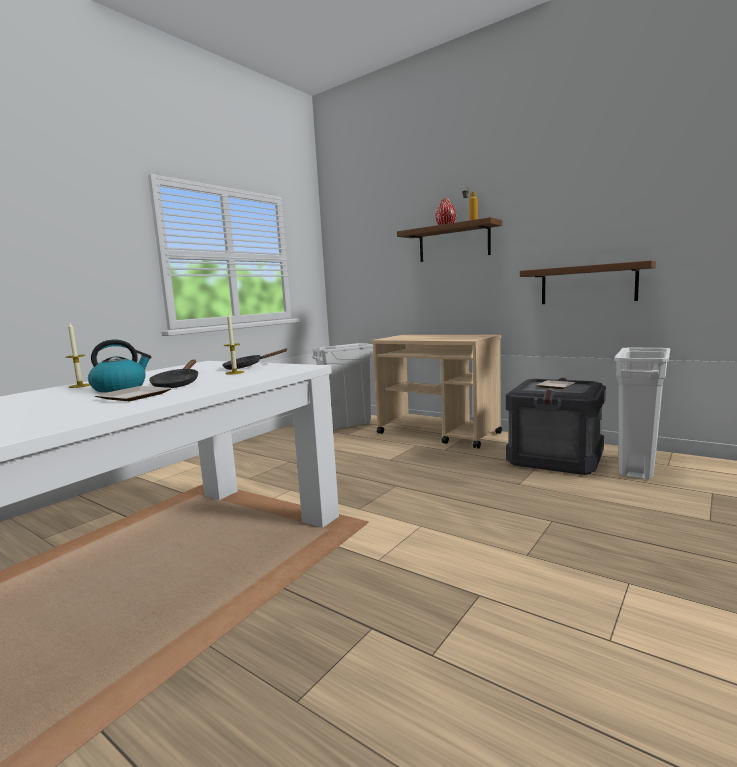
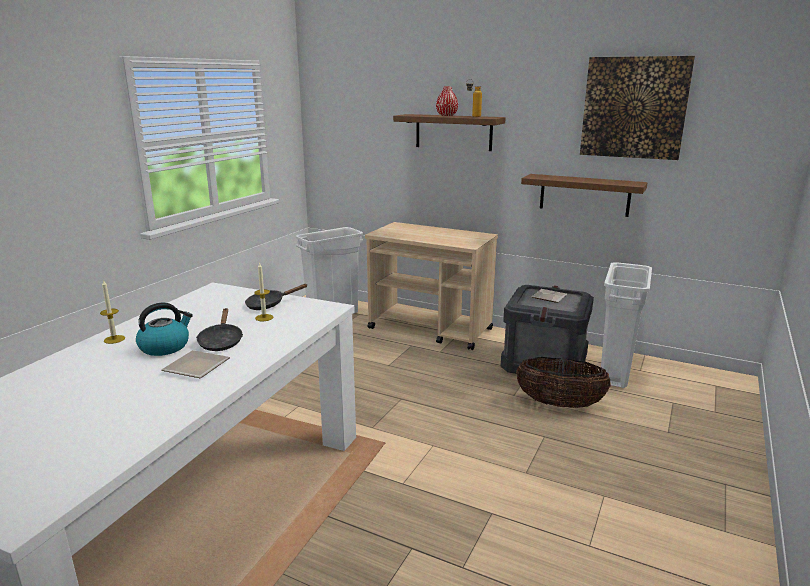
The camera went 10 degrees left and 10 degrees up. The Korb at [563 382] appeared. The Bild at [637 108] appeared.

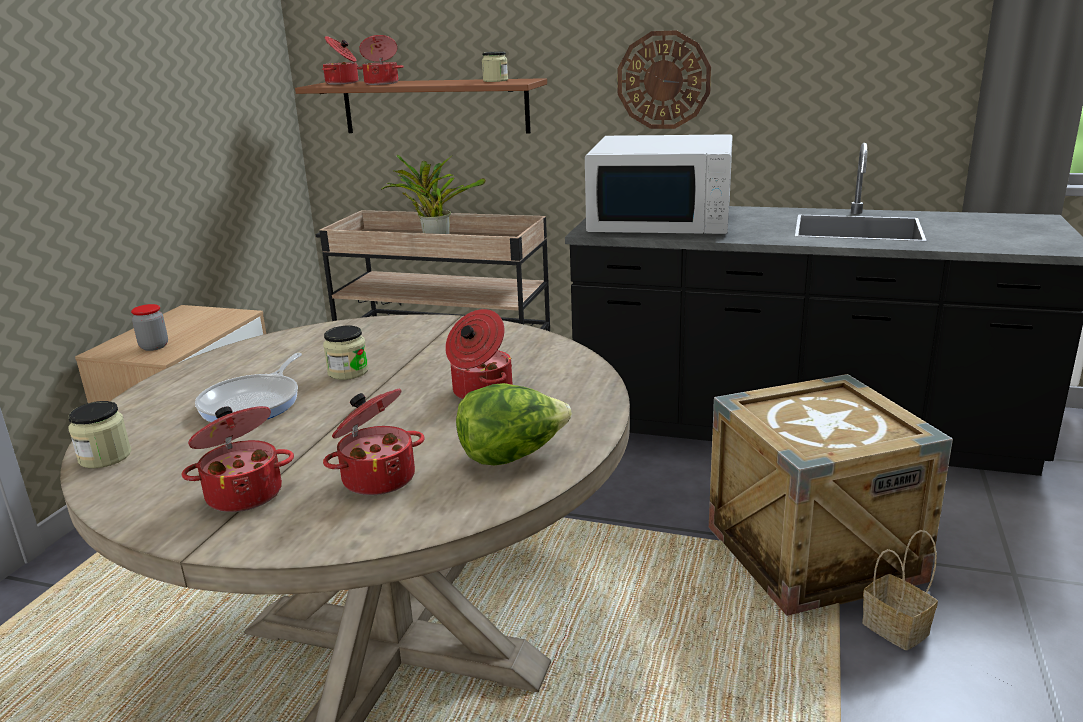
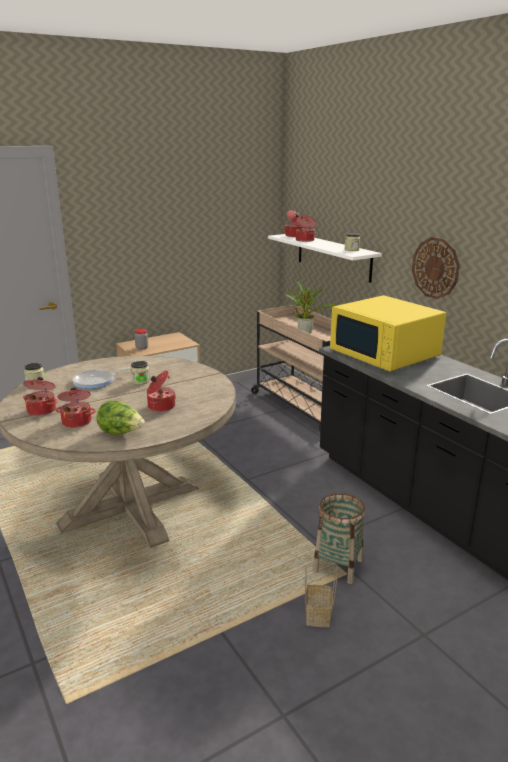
The camera went 40 degrees right and 0 degrees up. The Wandregal [braun] at [421 106] became the Wandregal [weiß] at [325 258]. The Mikrowelle [weiß] at [658 184] became the Mikrowelle [gelb] at [388 333]. The Kiste at [831 495] was replaced by the Korb at [339 538].

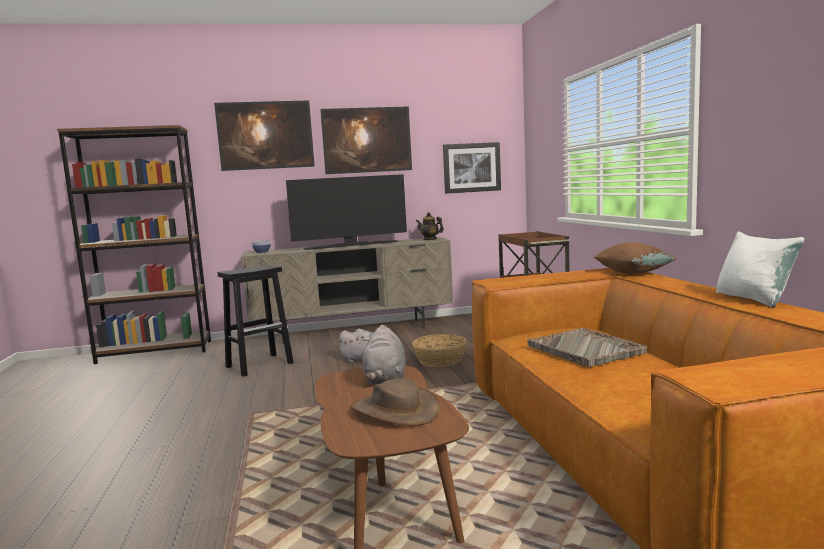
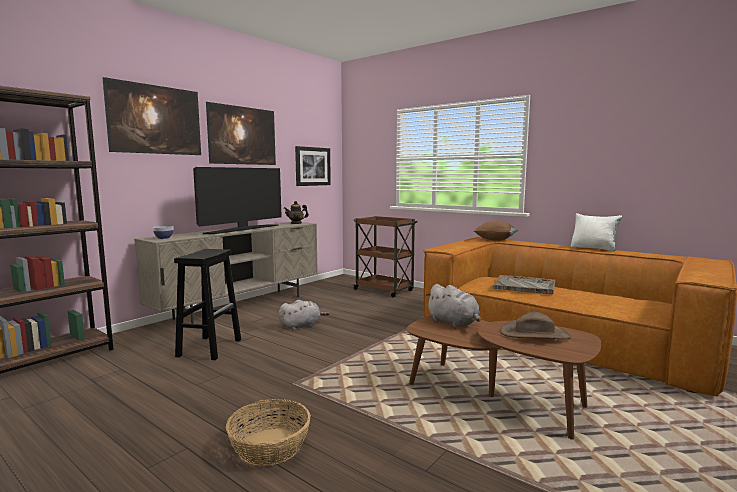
The camera went 40 degrees left and 0 degrees up. The Korb moved from [439 350] to [268 432].

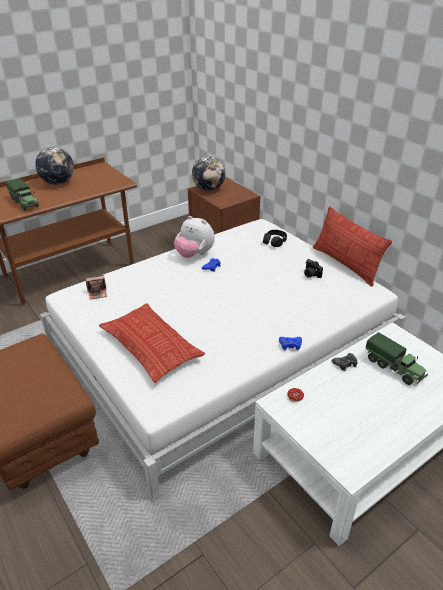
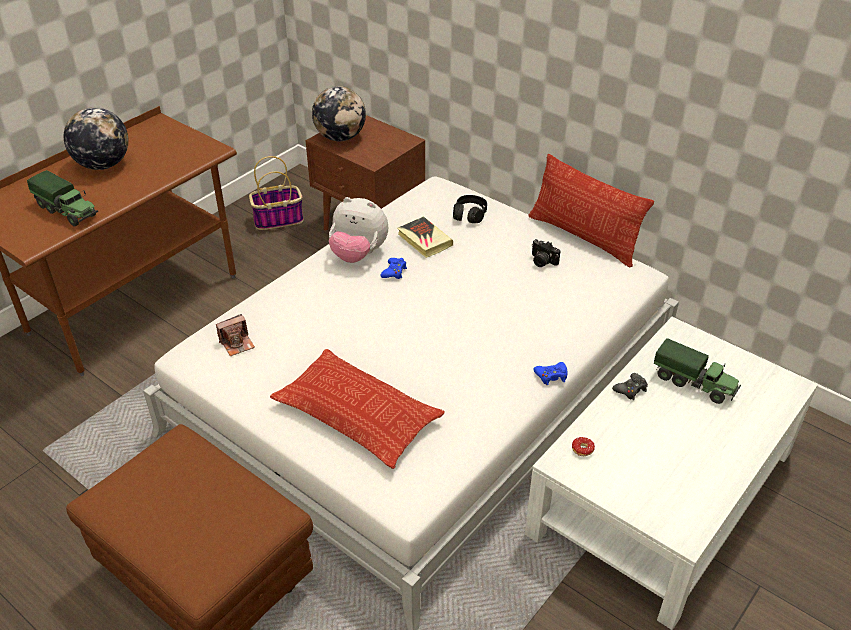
The camera went 15 degrees left and 5 degrees up. The Korb at [276 193] appeared. The Buch at [425 237] appeared.

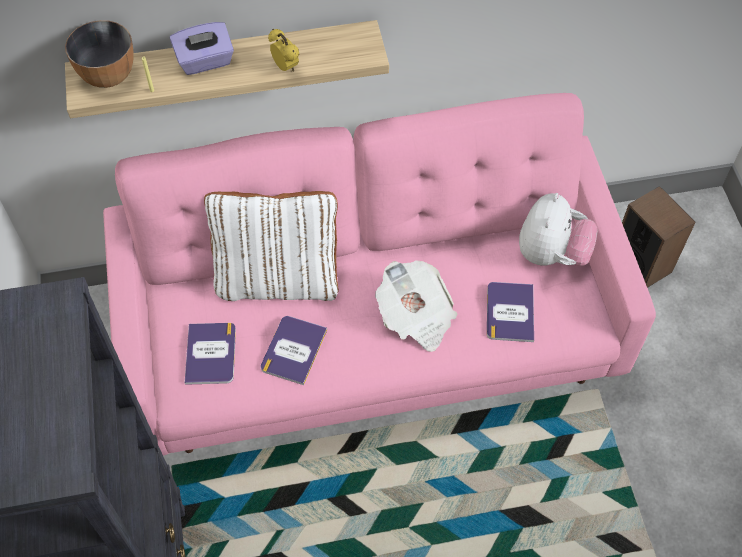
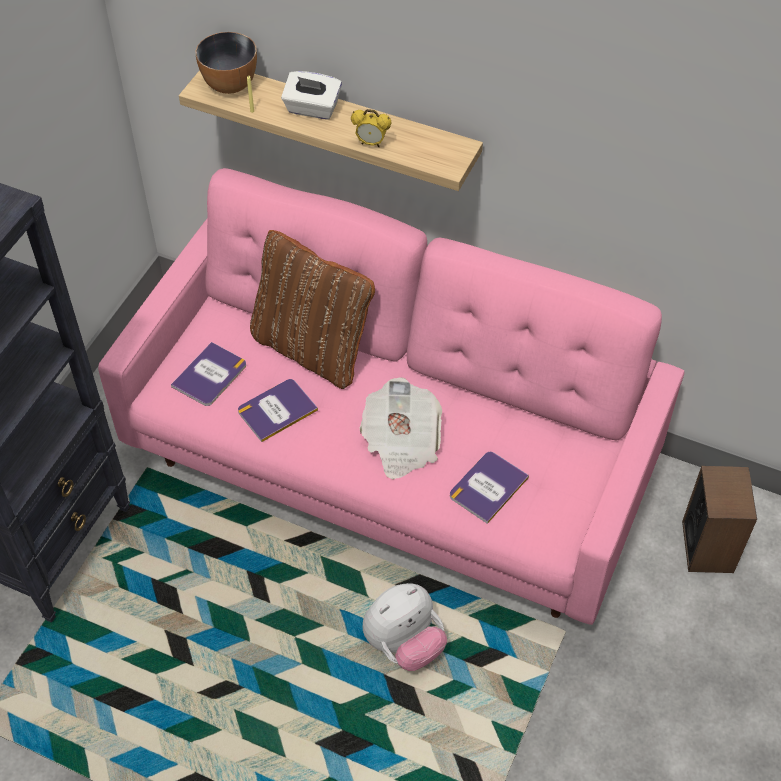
The camera went 35 degrees right and 5 degrees down. The Taschentuchbox [lila] at [202 48] became the Taschentuchbox [weiß] at [311 95]. The Kissen [weiß] at [271 246] became the Kissen [braun] at [312 309]. The Wecker at [283 50] turned 105 degrees clockwise. The Plüschtier moved from [558 229] to [405 627].

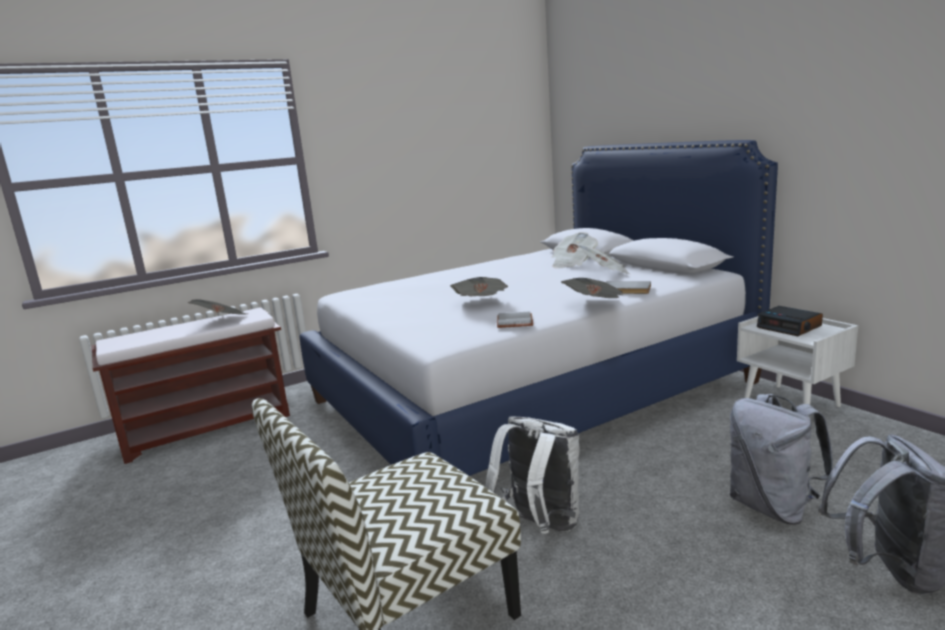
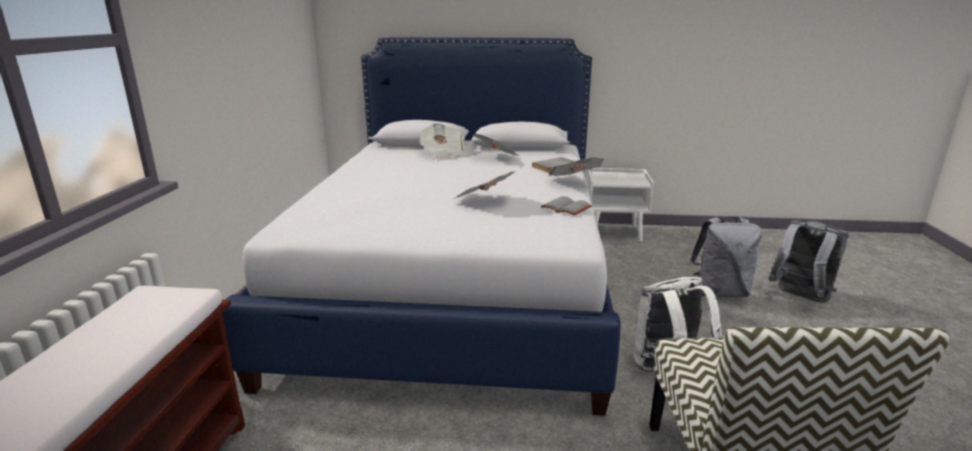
The camera went 55 degrees left and 5 degrees up. The Zeitung at [218 307] disappeared. The Wecker at [790 321] disappeared.

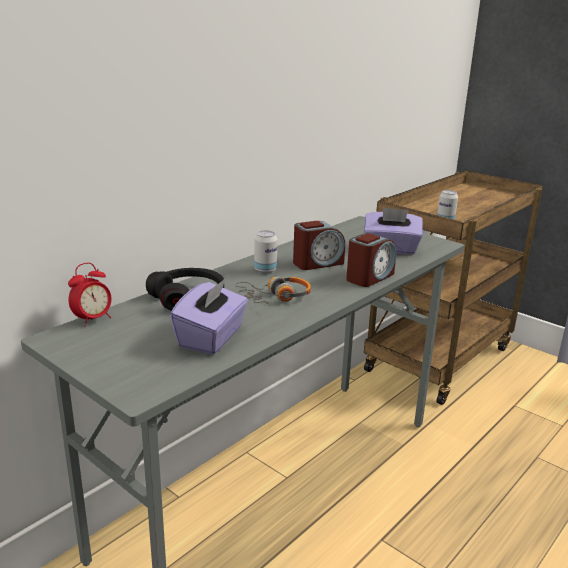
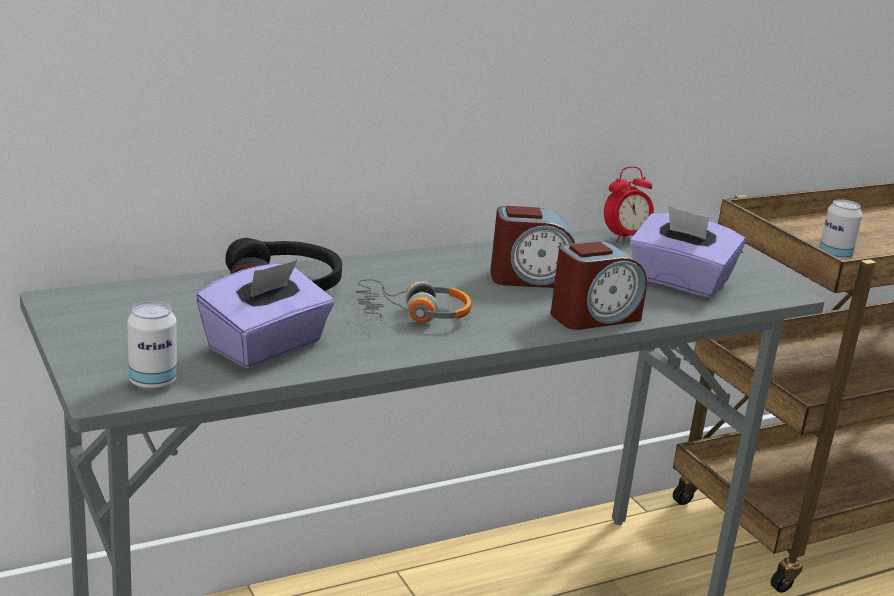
The camera went 20 degrees right and 0 degrees up. The Wecker moved from [90 294] to [629 204]. The Dose moved from [266 251] to [152 346].

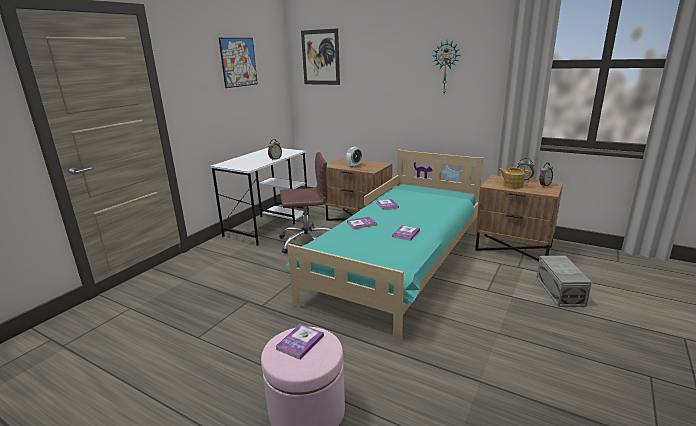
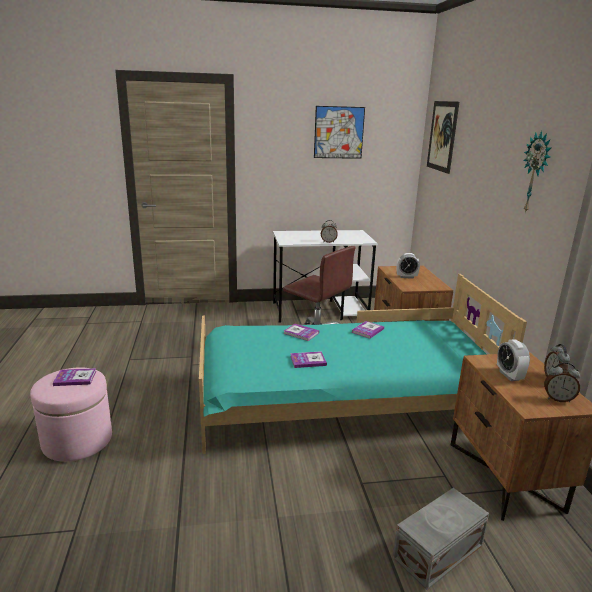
The camera went 50 degrees right and 0 degrees up. The Teekanne at [515 178] was replaced by the Wecker at [513 360].

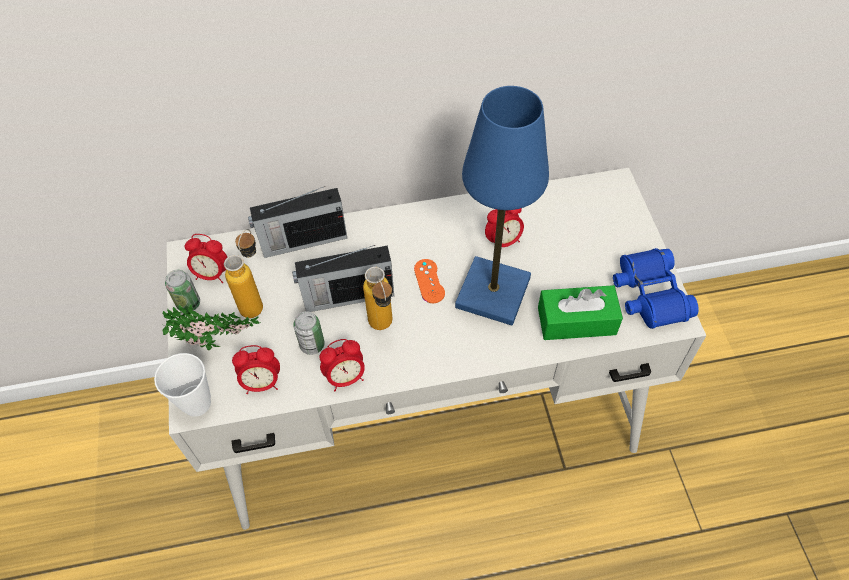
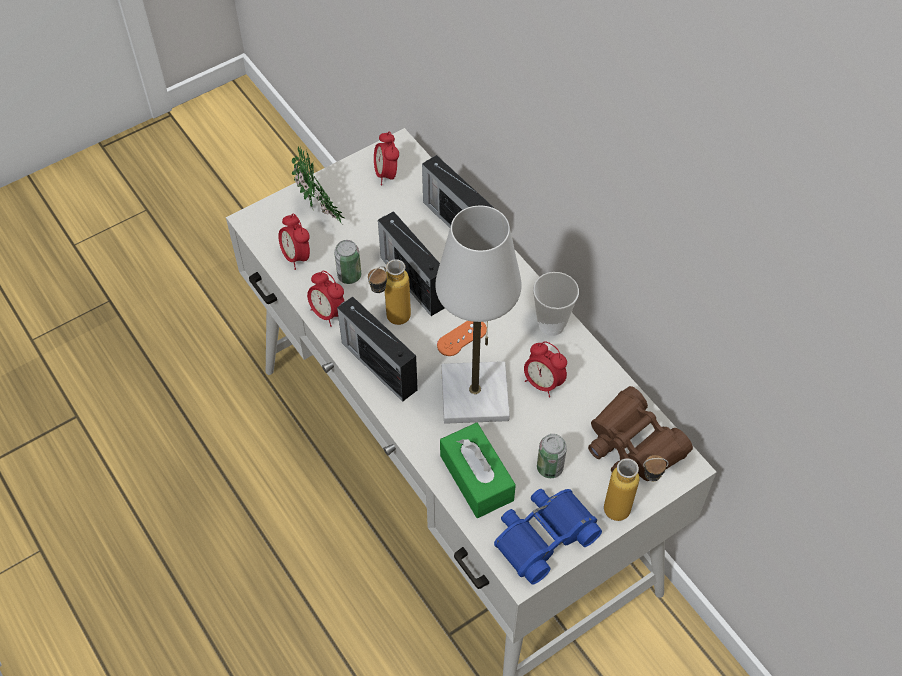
The camera went 65 degrees right and 0 degrees up. The Tasse moved from [182 385] to [556 304]. The Dose moved from [182 291] to [552 456]. The Flasche moved from [243 273] to [636 488]. The Tischlampe [blau] at [502 206] became the Tischlampe [weiß] at [478 315]. The Radio at [377 349] appeared. The Fernglas [braun] at [640 433] appeared.

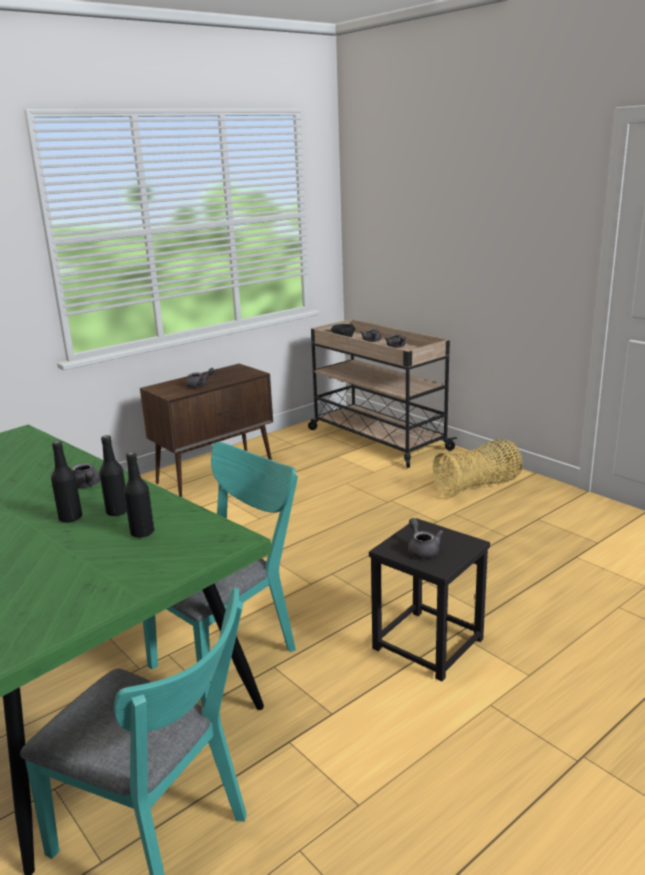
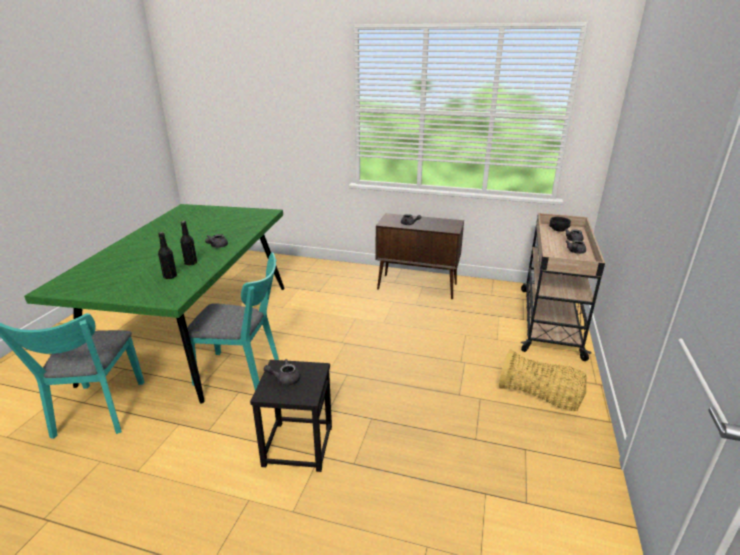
The camera went 55 degrees right and 5 degrees up. The Flasche [schwarz] at [66 482] disappeared. The Teekanne [grau] at [425 538] turned 135 degrees counterclockwise.

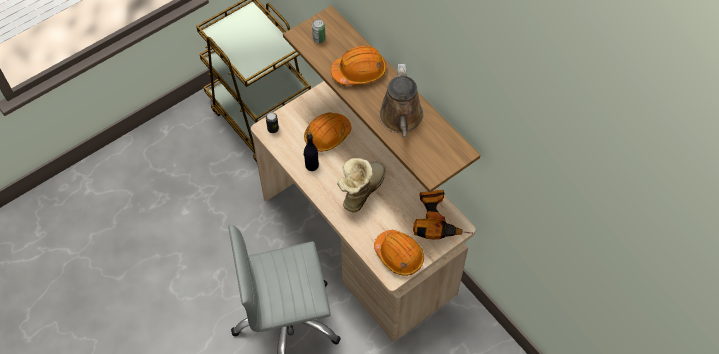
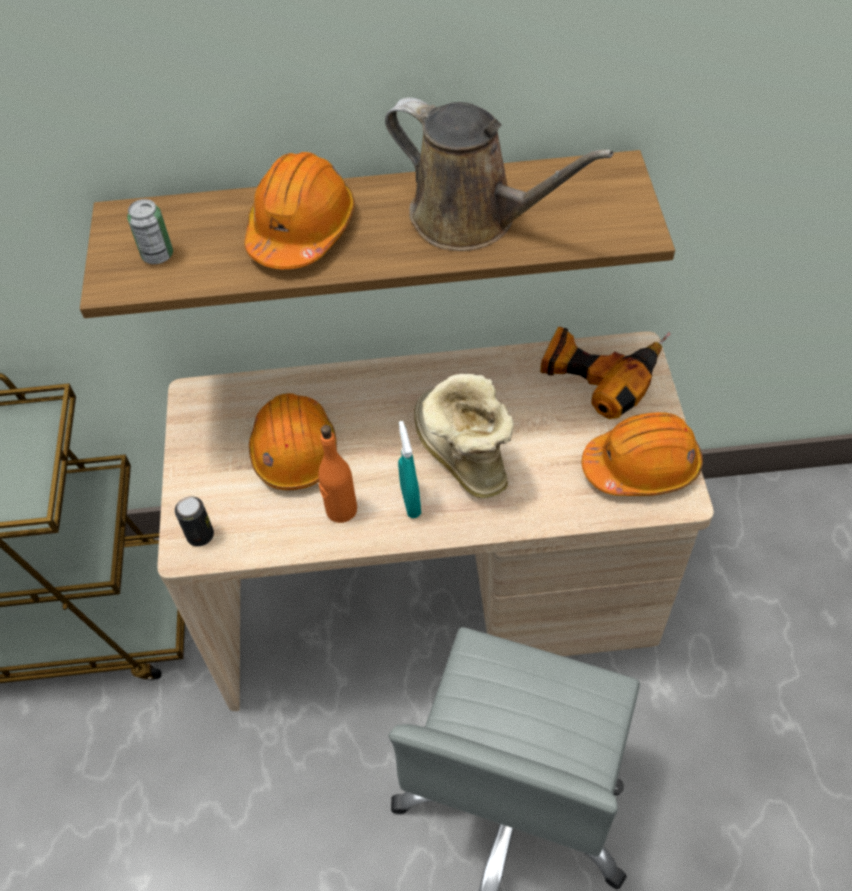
The camera went 55 degrees left and 5 degrees down. The Flasche [schwarz] at [311 151] became the Flasche [orange] at [337 474]. The Sprühflasche [türkis] at [409 469] appeared.

